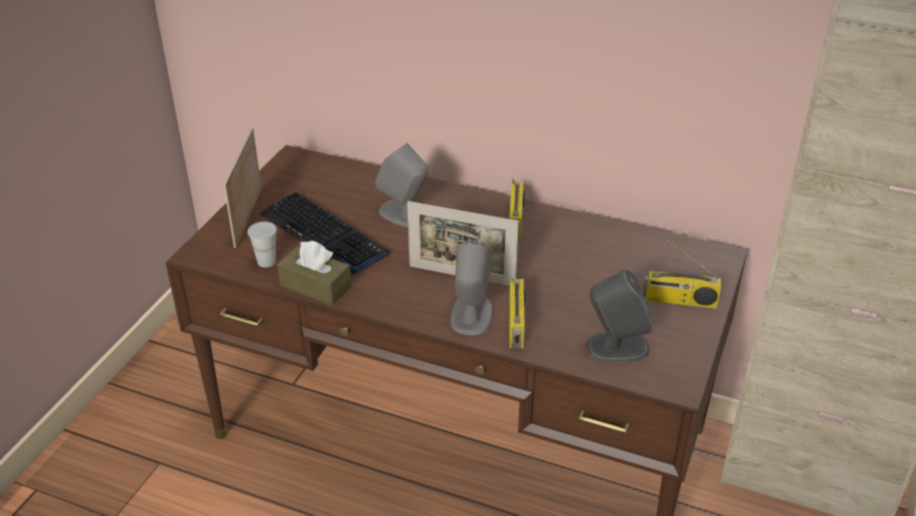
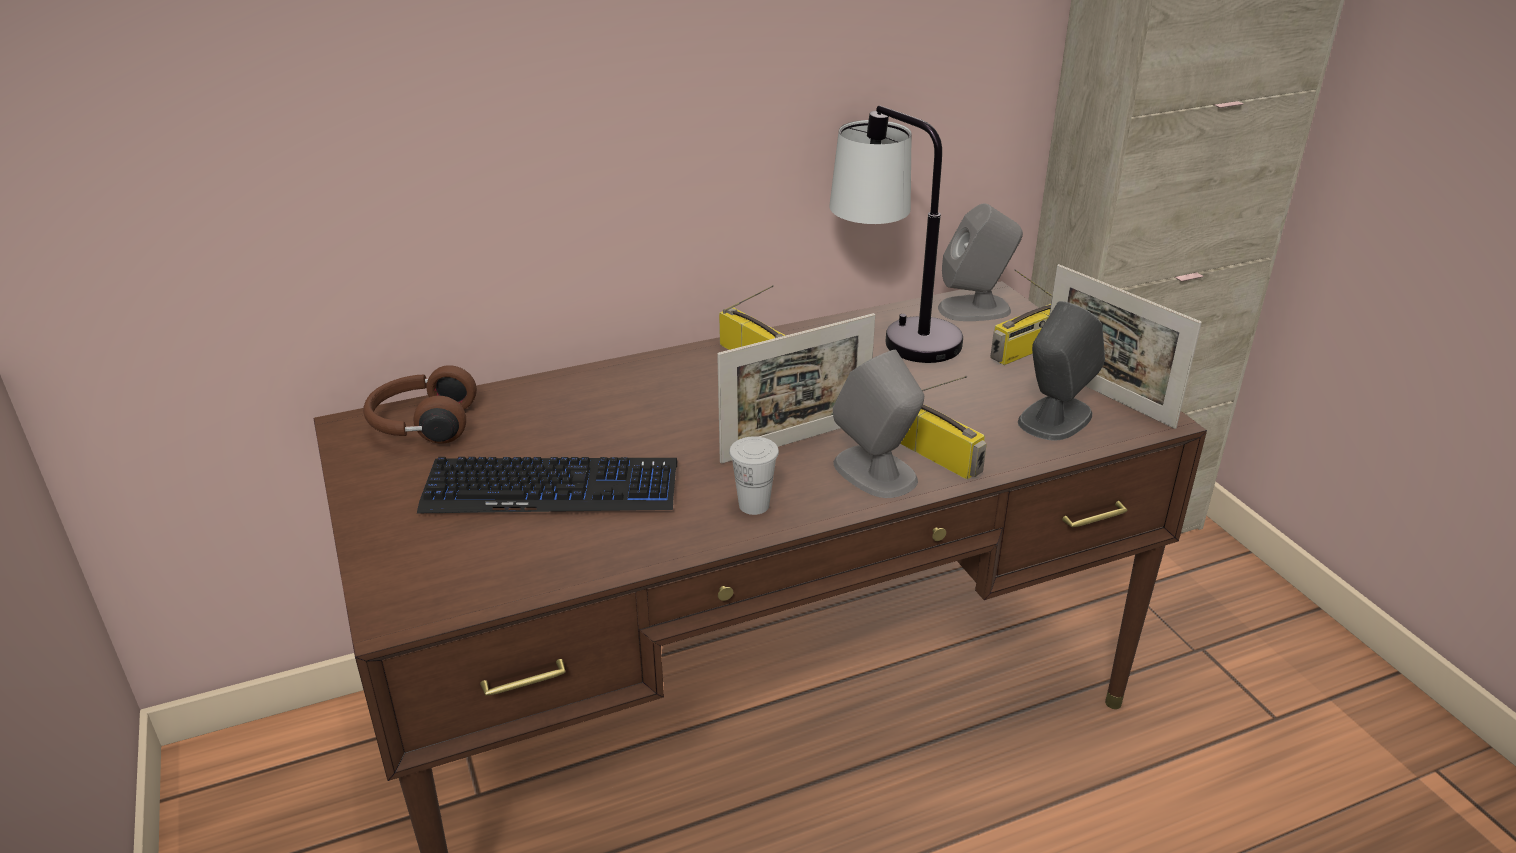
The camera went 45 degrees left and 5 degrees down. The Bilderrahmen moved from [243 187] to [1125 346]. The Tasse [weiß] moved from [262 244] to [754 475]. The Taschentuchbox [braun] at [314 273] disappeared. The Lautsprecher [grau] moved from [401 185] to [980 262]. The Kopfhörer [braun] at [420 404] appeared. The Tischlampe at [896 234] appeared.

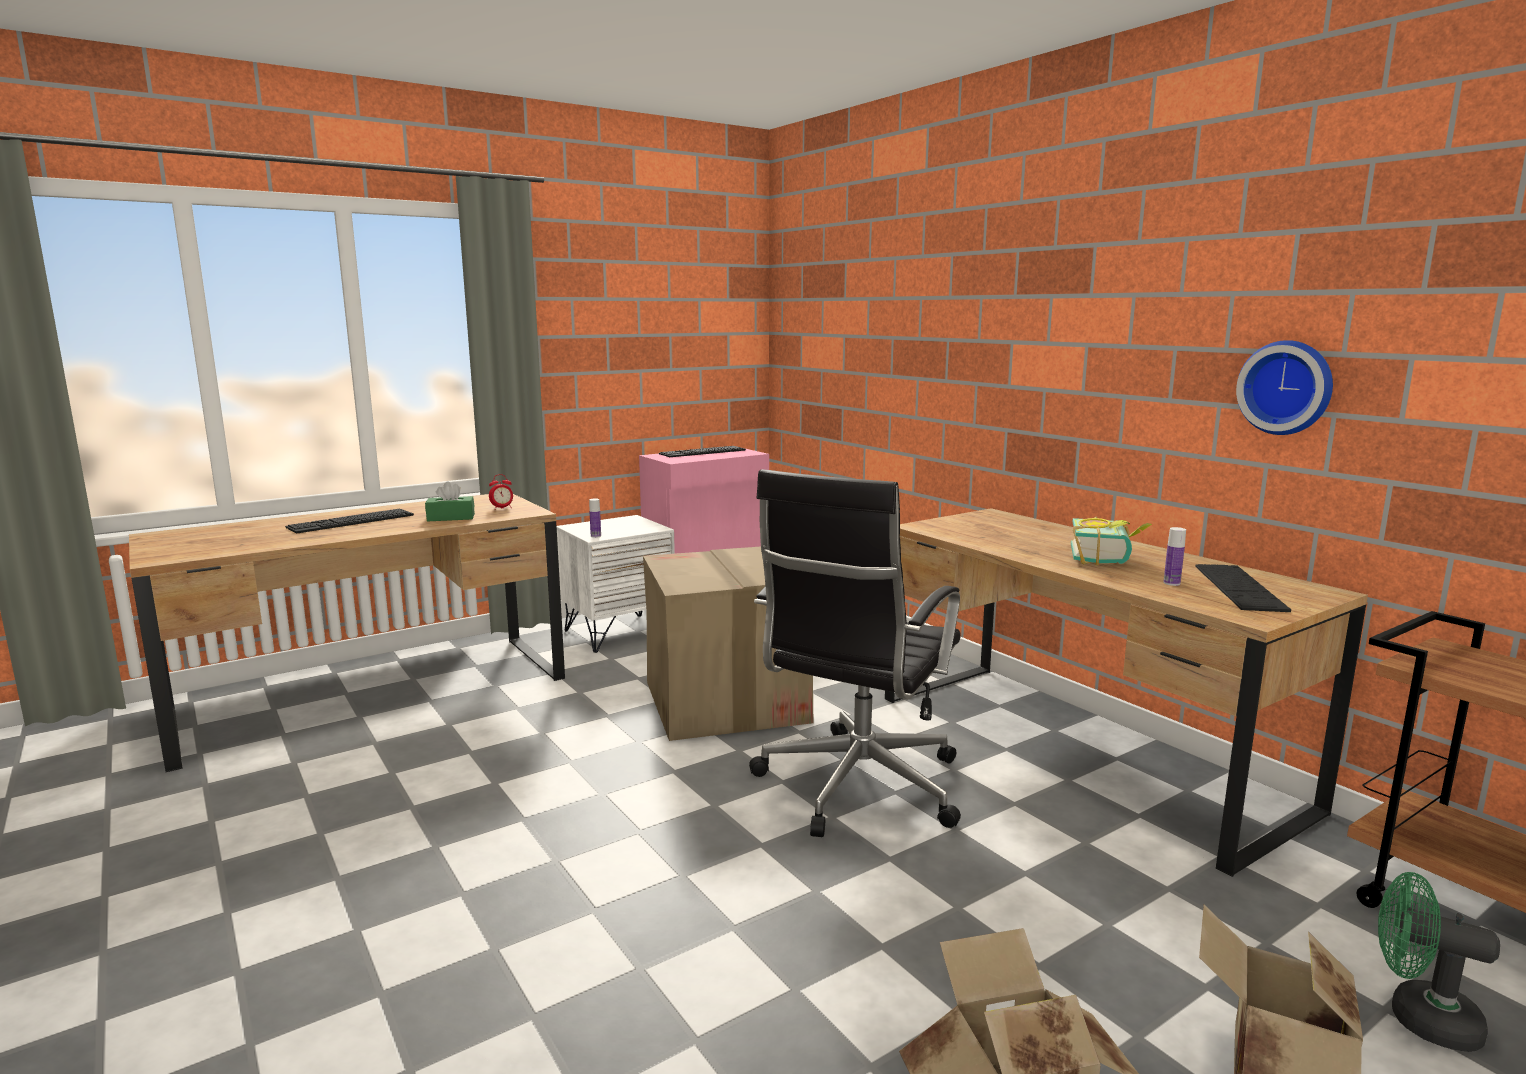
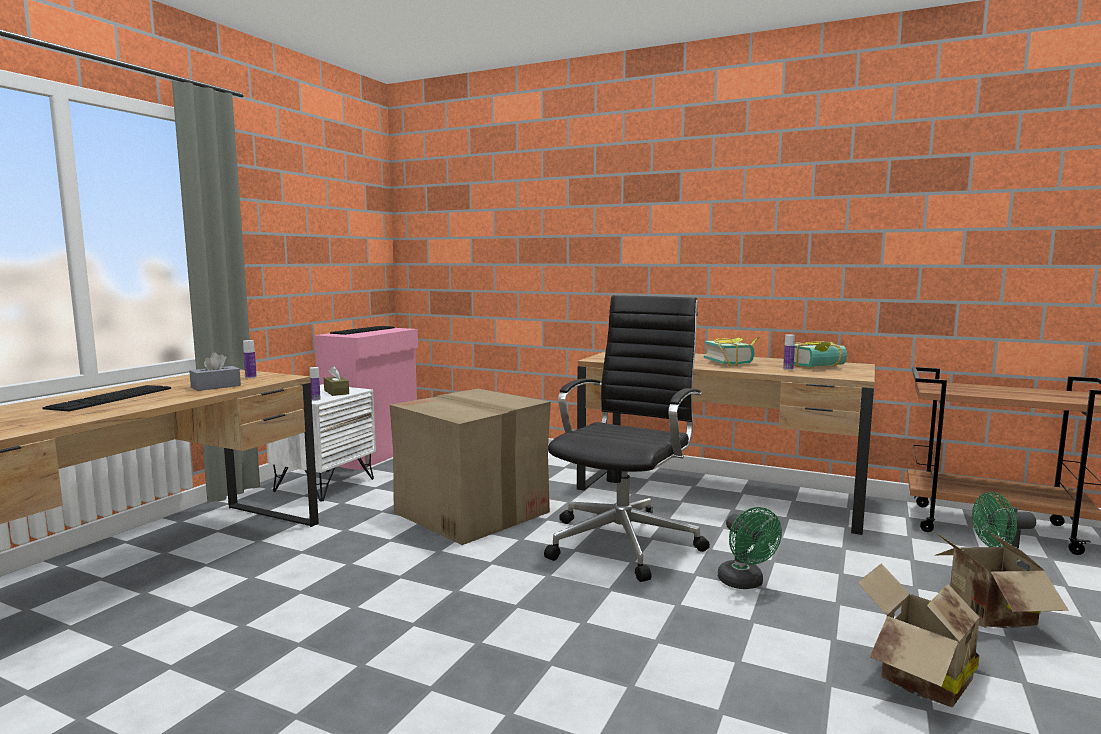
The camera went 30 degrees left and 5 degrees down. The Taschentuchbox [grün] at [450 501] became the Taschentuchbox [grau] at [215 371]. The Wecker at [501 492] was replaced by the Flasche at [250 359]. The Bürostuhl [schwarz] at [855 653] turned 150 degrees counterclockwise. The Tastatur at [1243 588] was replaced by the Buch at [820 354]. The Wanduhr at [1284 387] disappeared. The Taschentuchbox [braun] at [336 381] appeared. The Ventilator [grün] at [750 548] appeared.

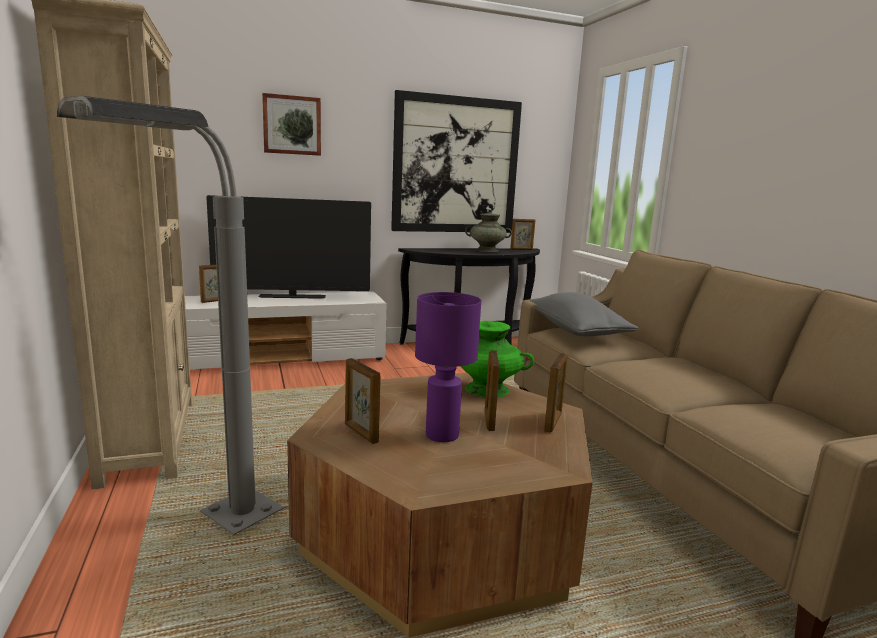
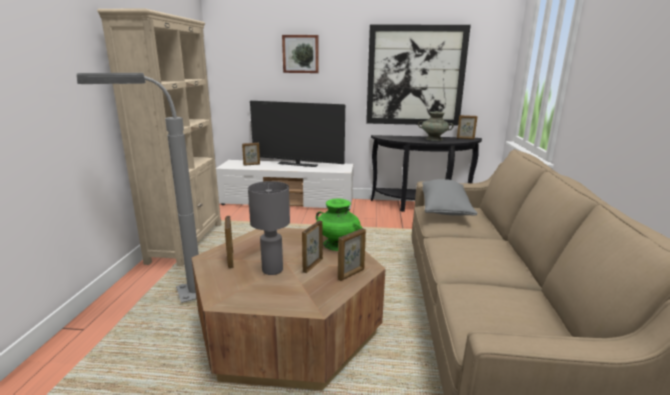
The camera went 25 degrees right and 5 degrees up. The Tischlampe [lila] at [448 367] became the Tischlampe [grau] at [269 228].

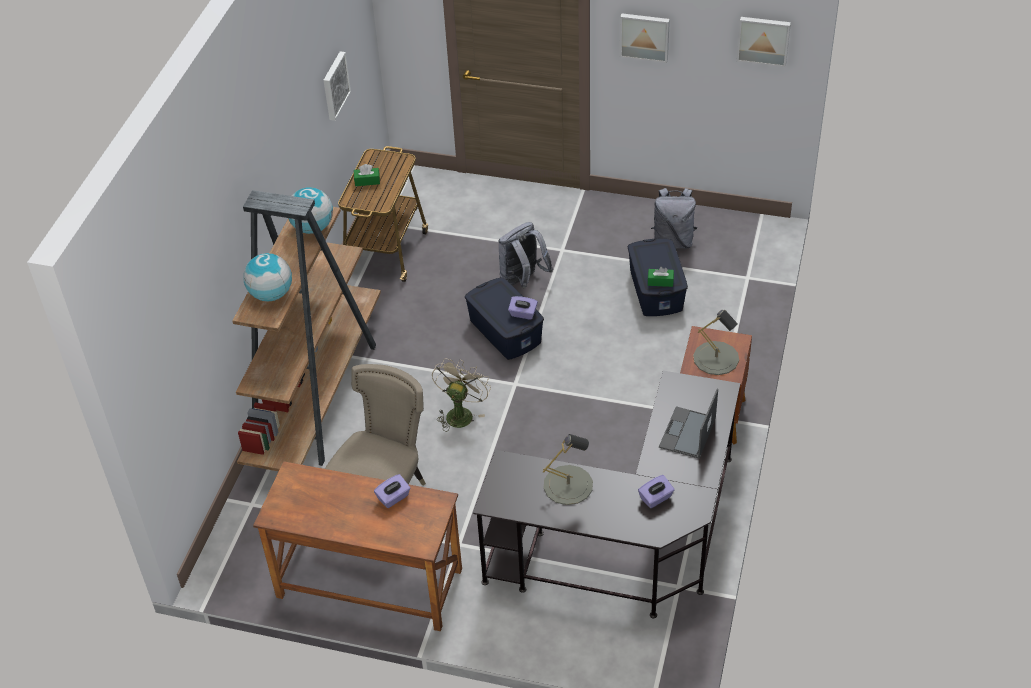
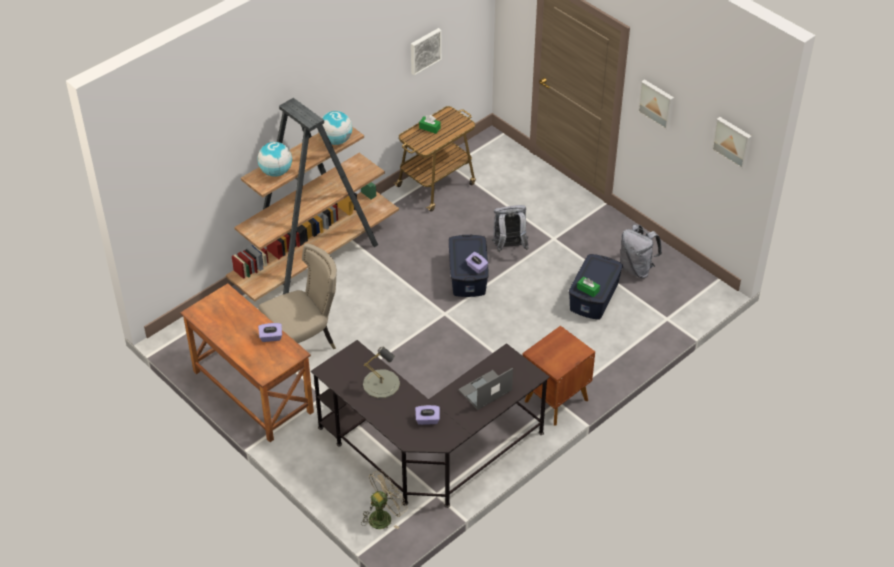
The camera went 30 degrees right and 0 degrees up. The Ventilator [beige] moved from [461 395] to [384 499]. The Tischlampe [grau] at [716 342] disappeared.

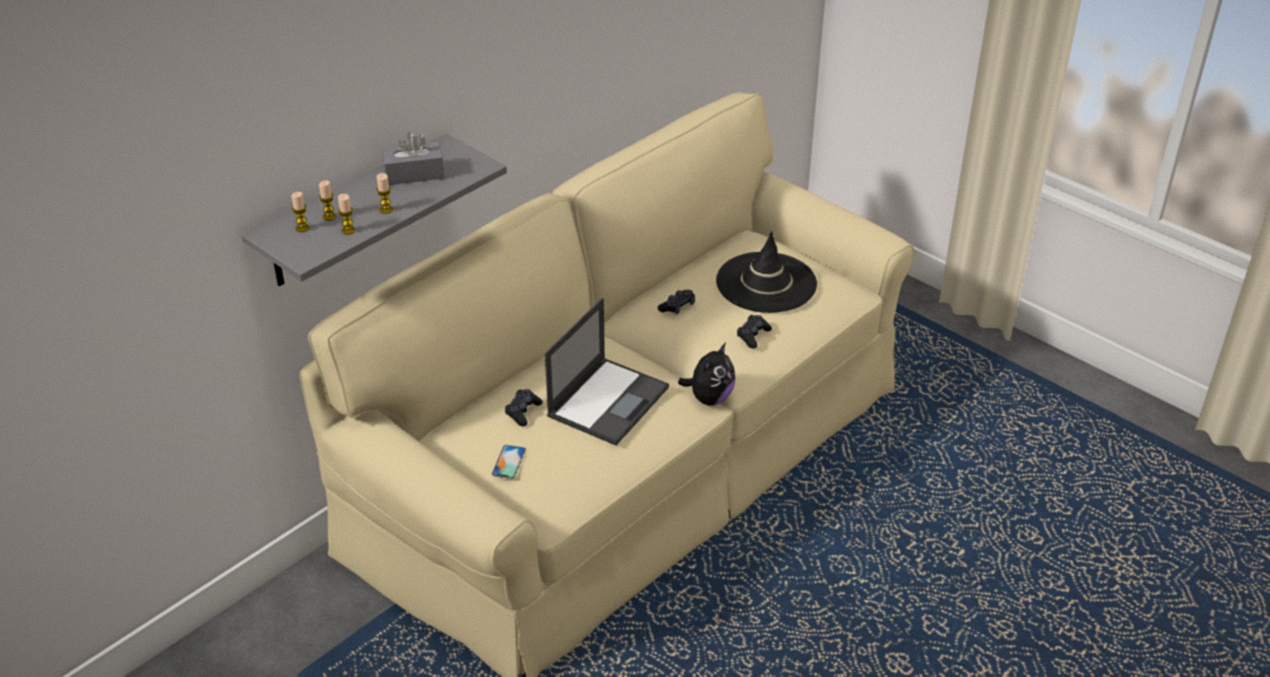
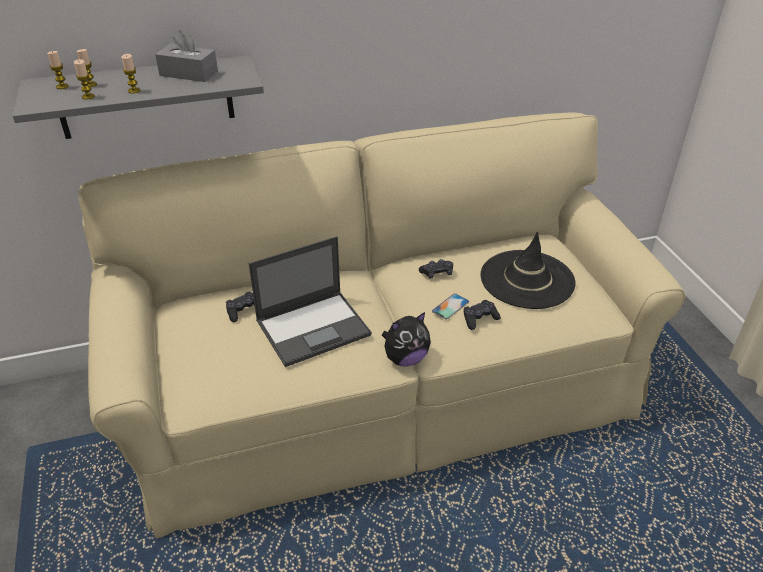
The camera went 30 degrees right and 0 degrees up. The Handy moved from [509 462] to [450 307].

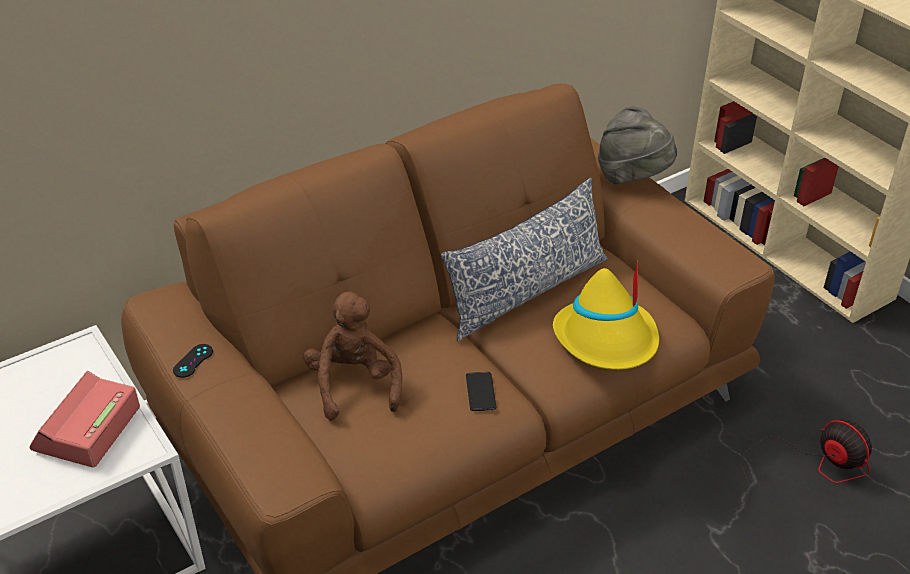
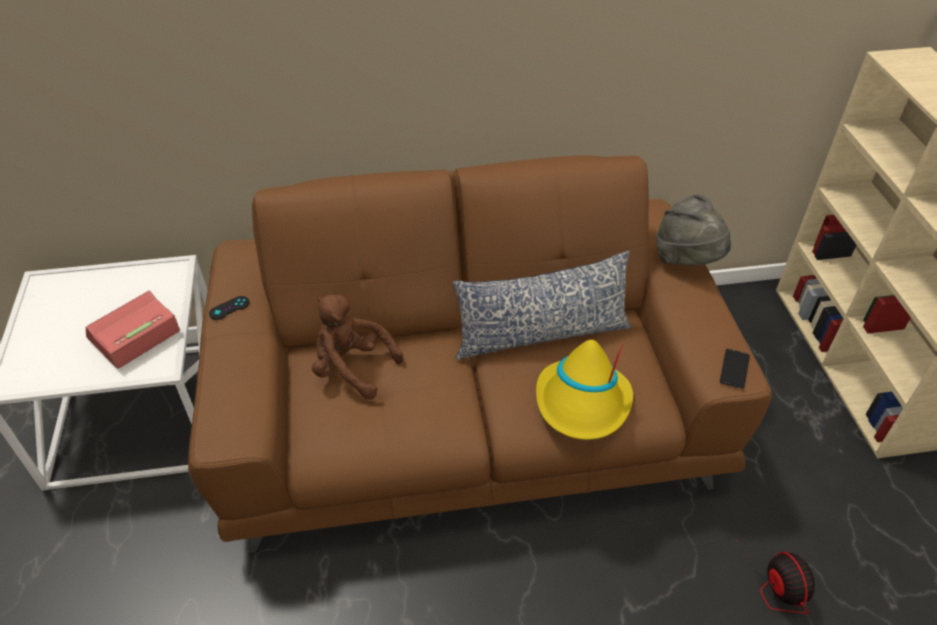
The camera went 25 degrees right and 5 degrees up. The Plüschtier [braun] at [353 356] turned 75 degrees counterclockwise. The Handy moved from [481 391] to [735 369].

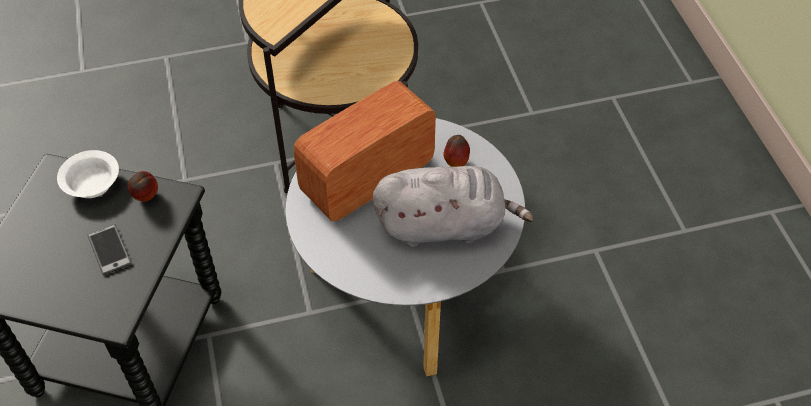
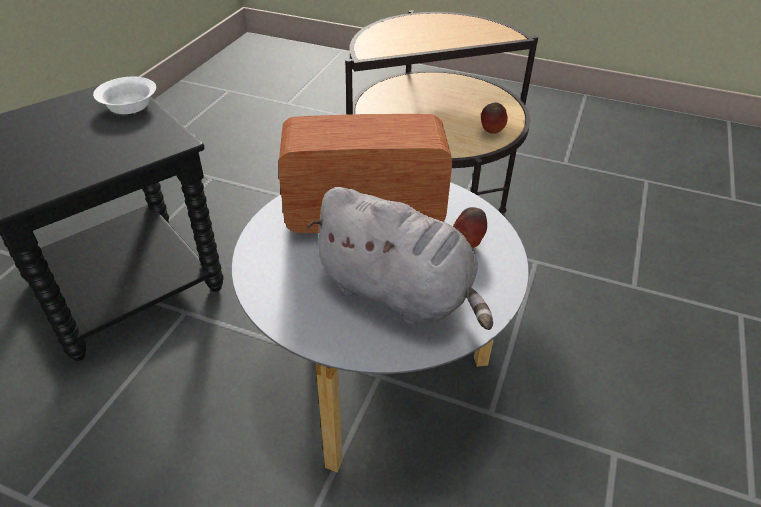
The camera went 35 degrees right and 10 degrees down. The Handy at [109 249] disappeared. The Apfel moved from [142 186] to [494 118].

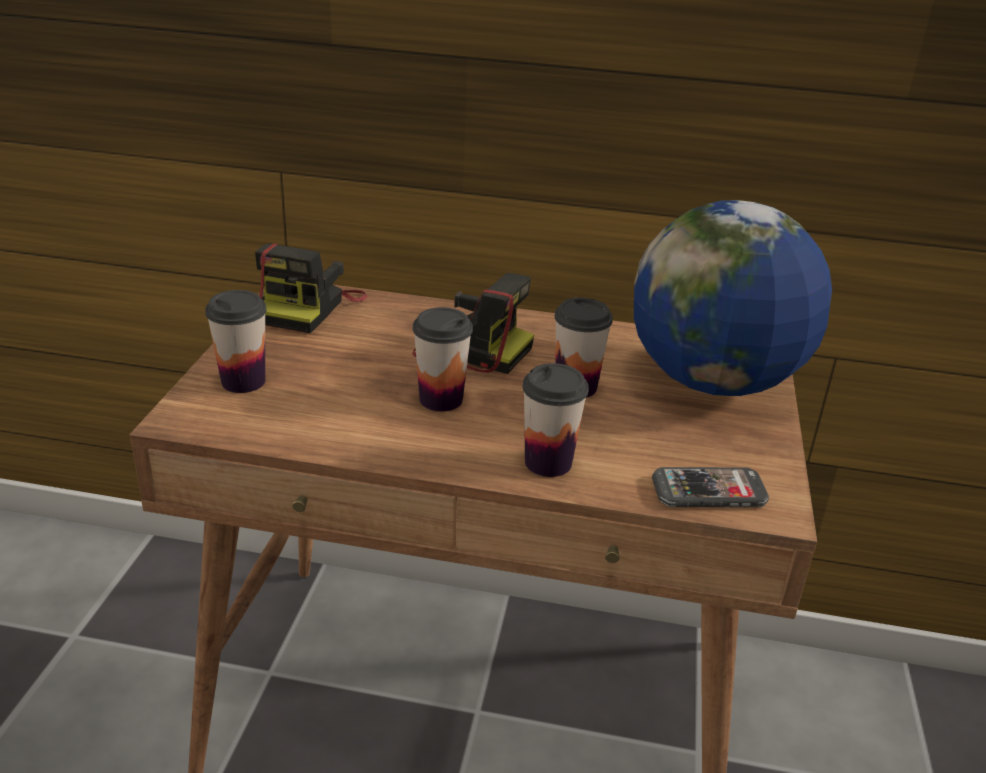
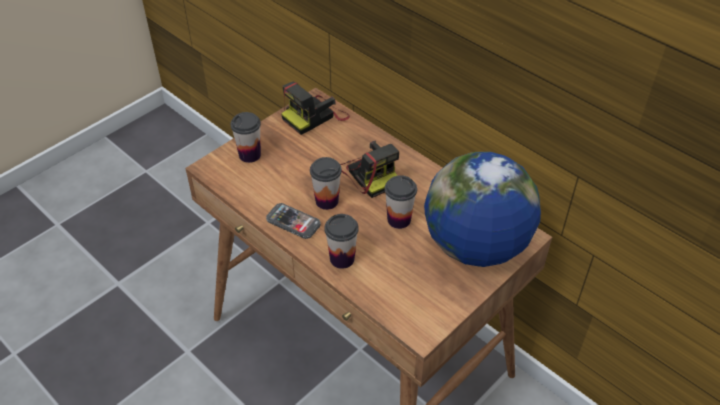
The camera went 35 degrees right and 15 degrees up. The Handy moved from [710 487] to [293 221].

